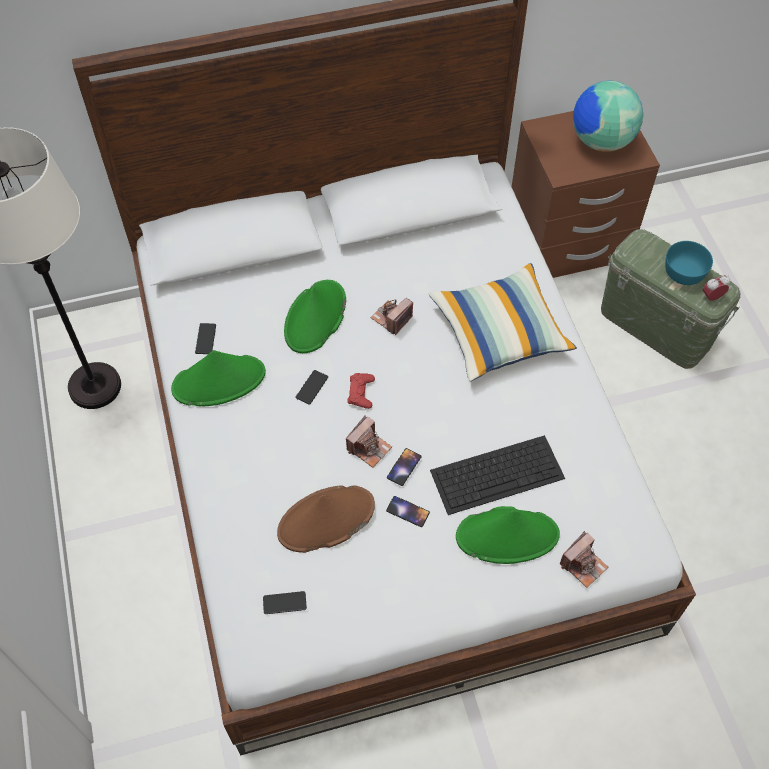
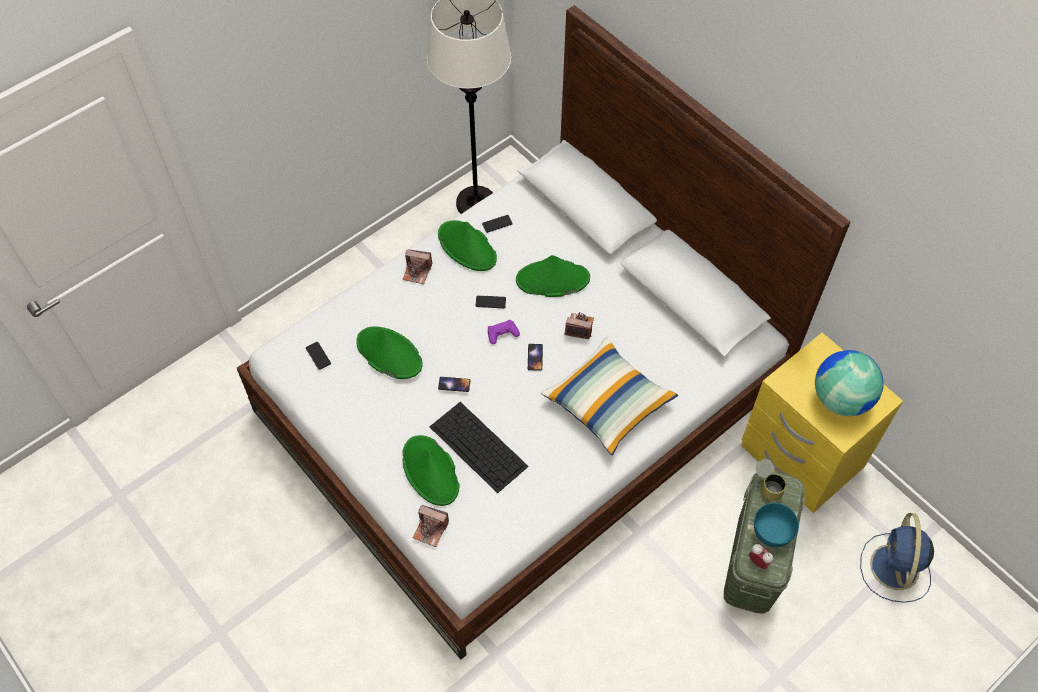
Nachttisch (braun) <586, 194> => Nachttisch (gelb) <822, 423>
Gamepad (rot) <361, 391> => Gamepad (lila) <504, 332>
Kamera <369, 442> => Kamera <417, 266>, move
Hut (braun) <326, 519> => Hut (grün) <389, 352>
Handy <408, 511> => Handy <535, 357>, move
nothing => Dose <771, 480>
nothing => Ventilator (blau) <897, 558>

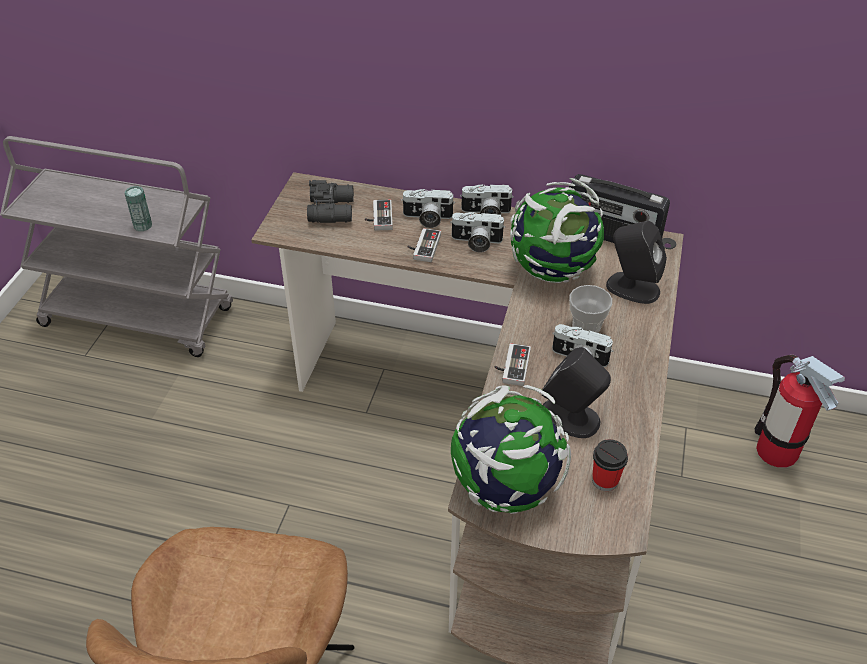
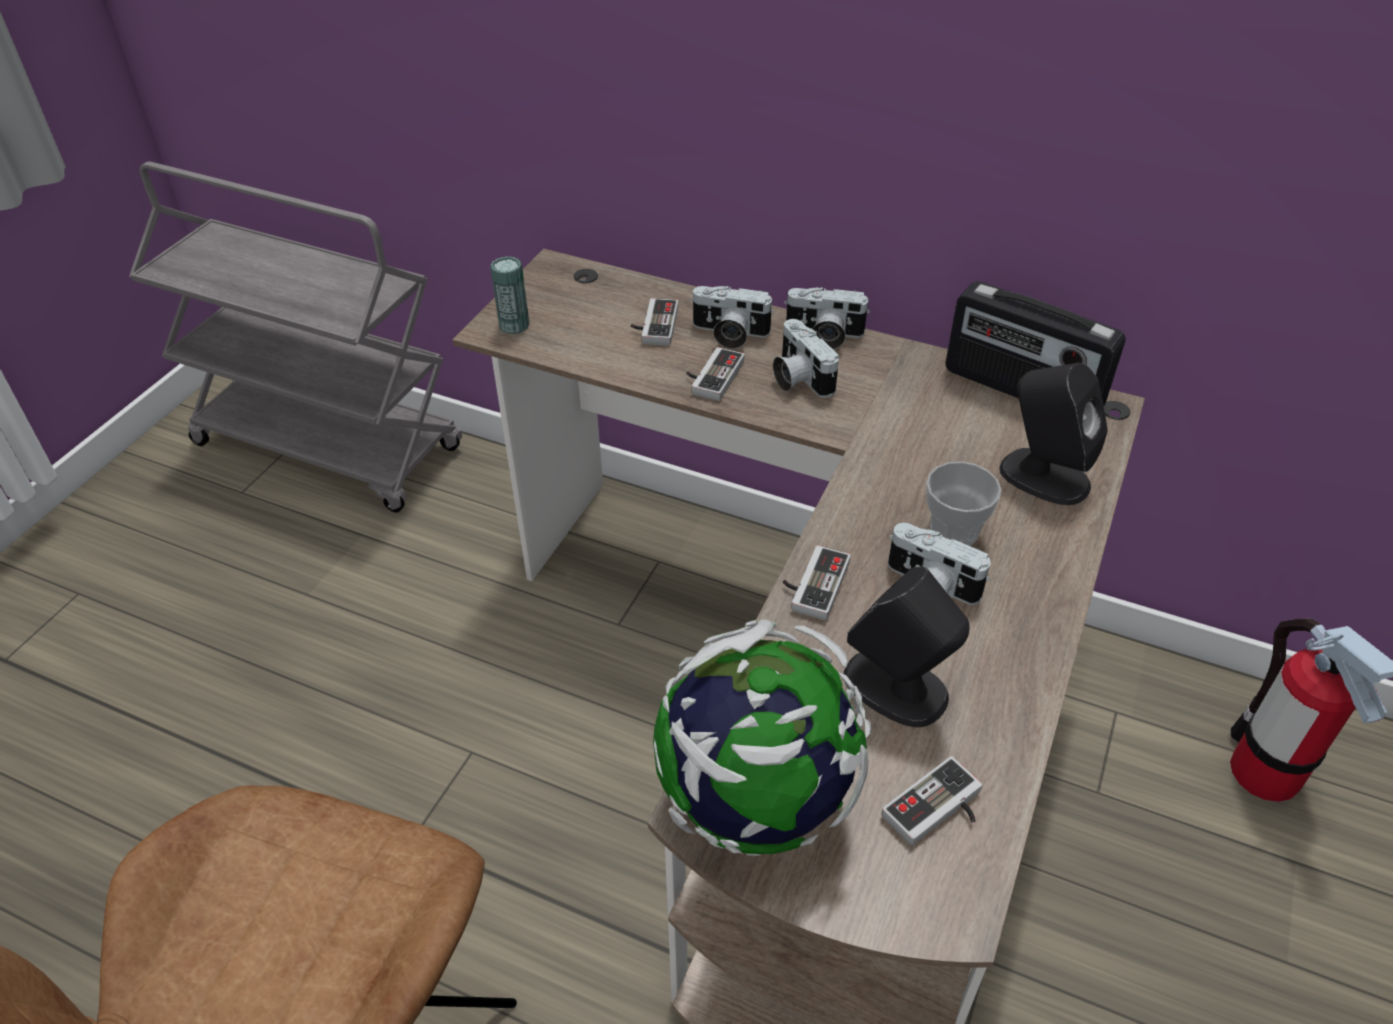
Globus <557, 230> => nothing
Fernglas (schwarz) <330, 201> => nothing
Dose <138, 208> => Dose <509, 295>, move
Kamera <477, 232> => Kamera <806, 358>, 45 degrees clockwise
Tasse <610, 465> => Gamepad <931, 801>

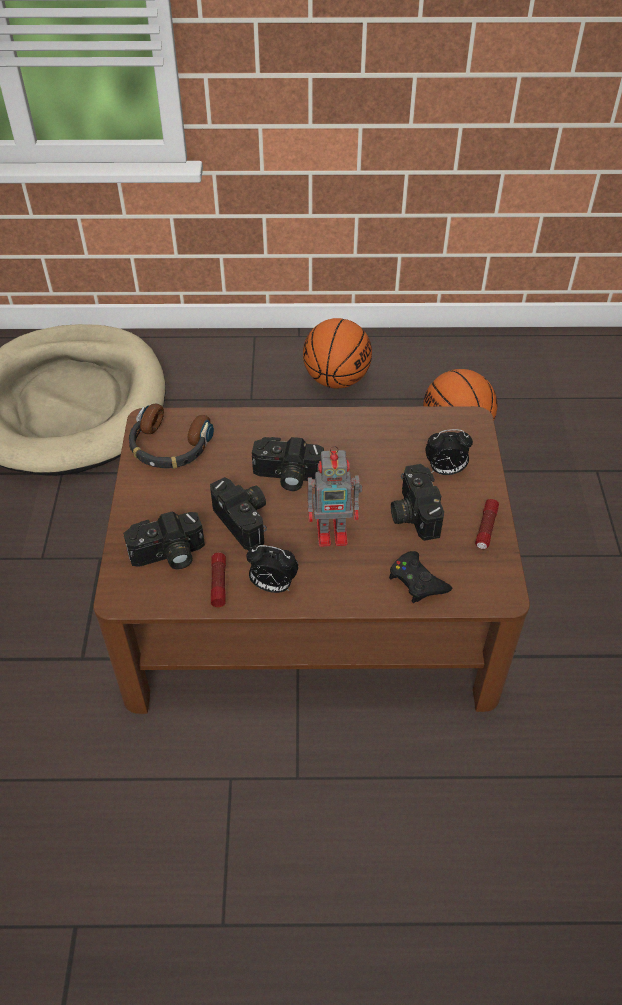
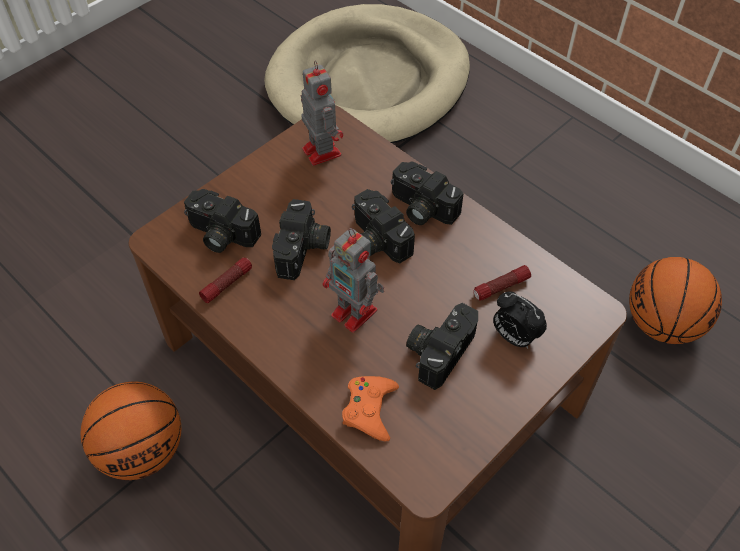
Basketball <337, 353> => Basketball <130, 430>, move
Kopfhörer <171, 436> => Spielzeugroboter <322, 113>
Taschenlampe <487, 524> => Taschenlampe <502, 283>, move
Wecker <272, 569> => nothing
Gamepad (schwarz) <420, 577> => Gamepad (orange) <370, 408>
nothing => Kamera <427, 193>

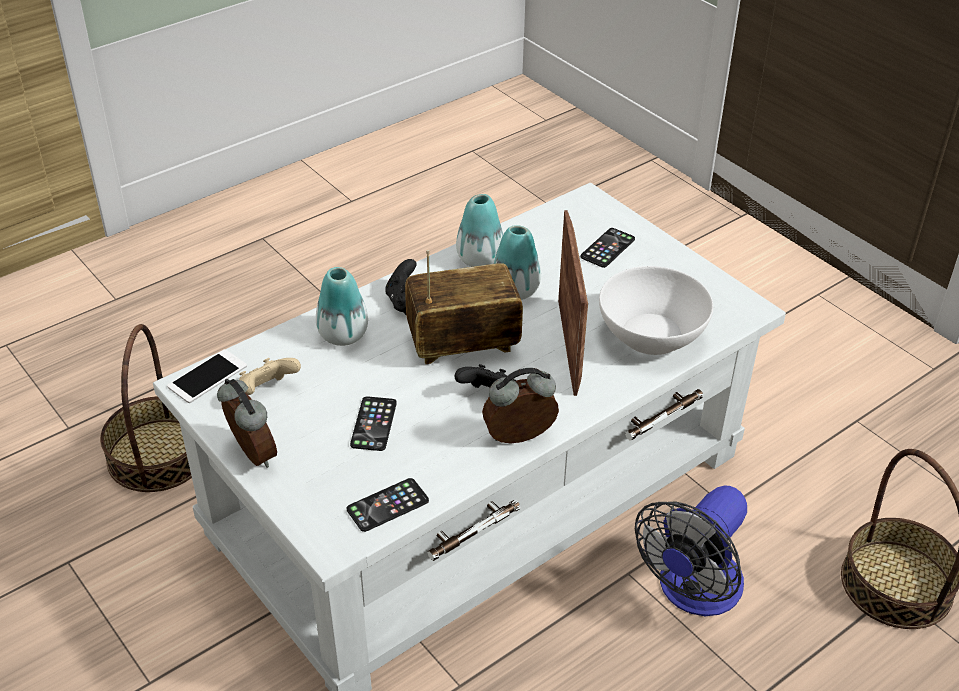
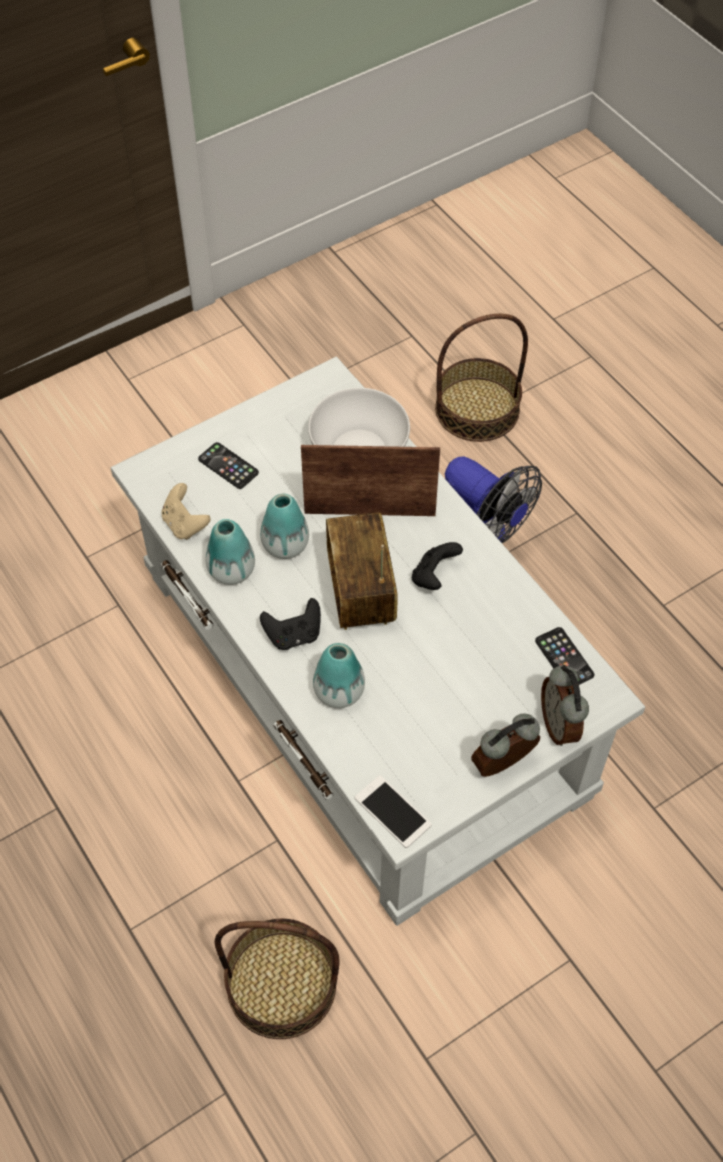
Gamepad (beige) <270, 376> => Gamepad (beige) <186, 511>, move
Wecker <520, 405> => Wecker <565, 705>, move
Handy <373, 423> => nothing

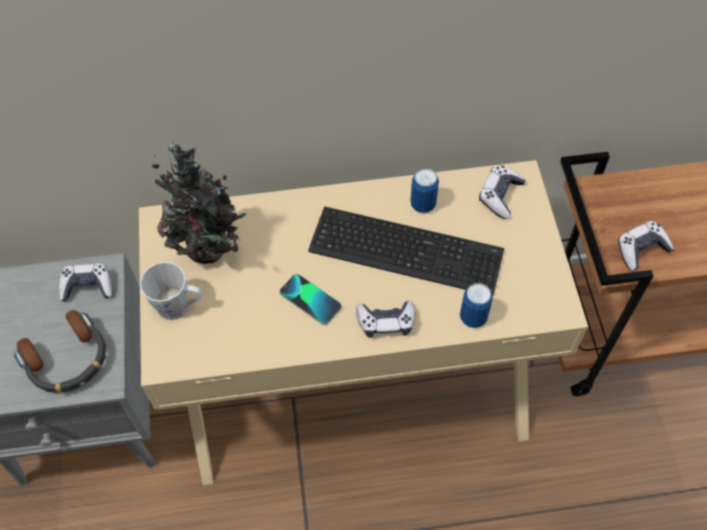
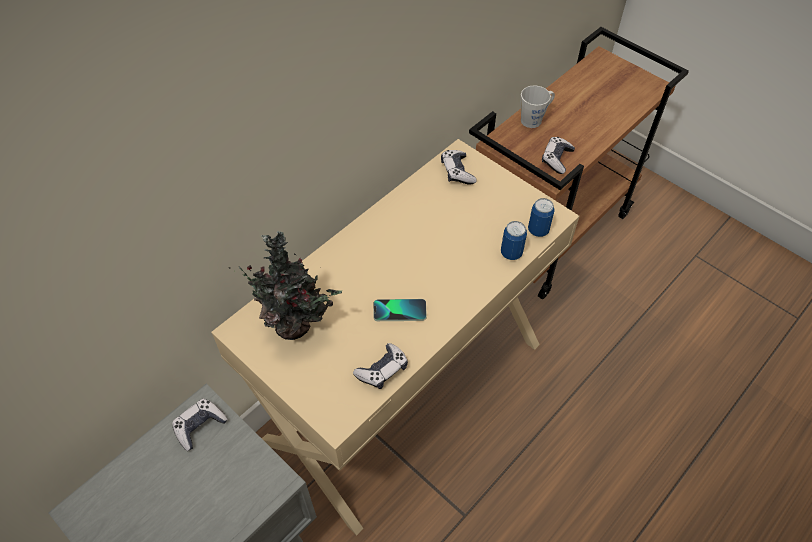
Dose <424, 190> => Dose <541, 217>, move
Tastatur <406, 251> => nothing
Henkelbecher (grau) <171, 291> => Henkelbecher (grau) <537, 106>, move
Gamepad <385, 319> => Gamepad <380, 366>, move
Kopfhörer <60, 352> => nothing

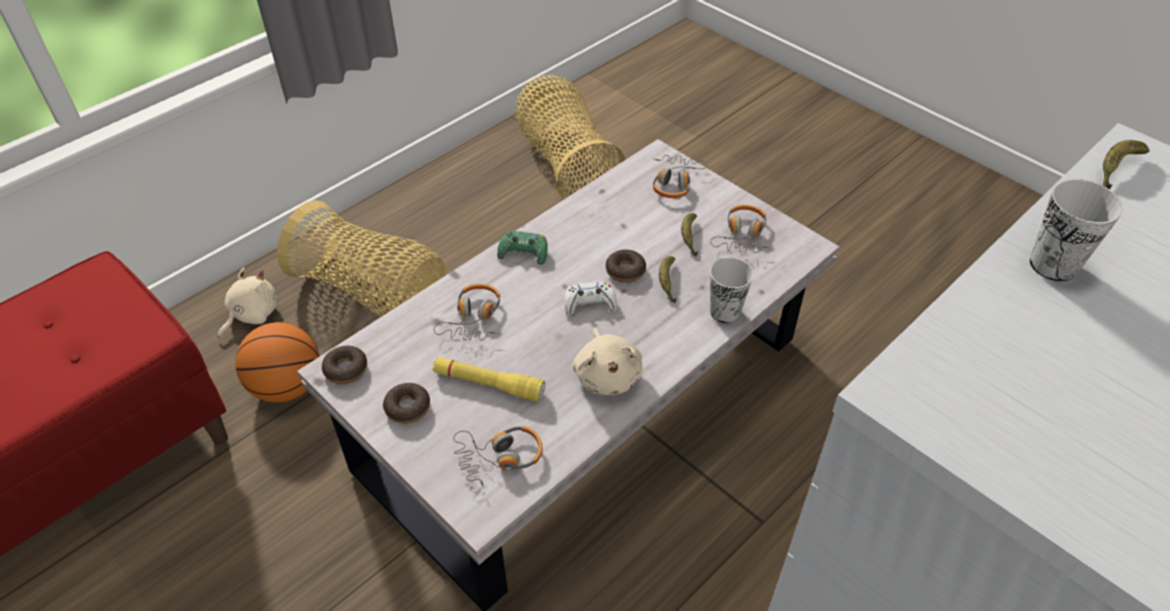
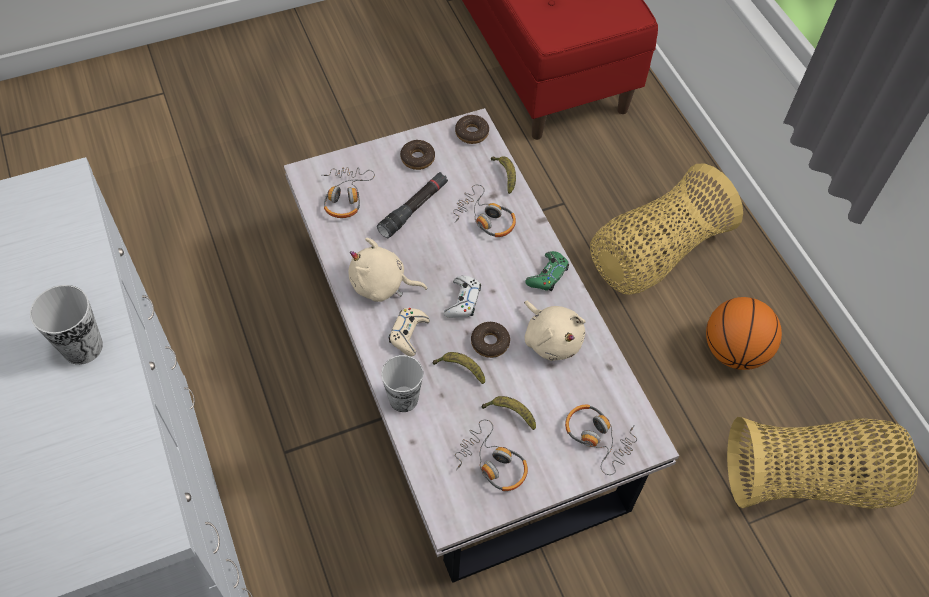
Banane <1126, 164> => Banane <503, 175>, move
Plüschtier (beige) <247, 302> => Plüschtier (beige) <555, 331>, move
Basketball <277, 362> => Basketball <744, 333>, move
Taschenlampe (gelb) <489, 378> => Taschenlampe (schwarz) <412, 205>
nothing => Gamepad (beige) <409, 332>

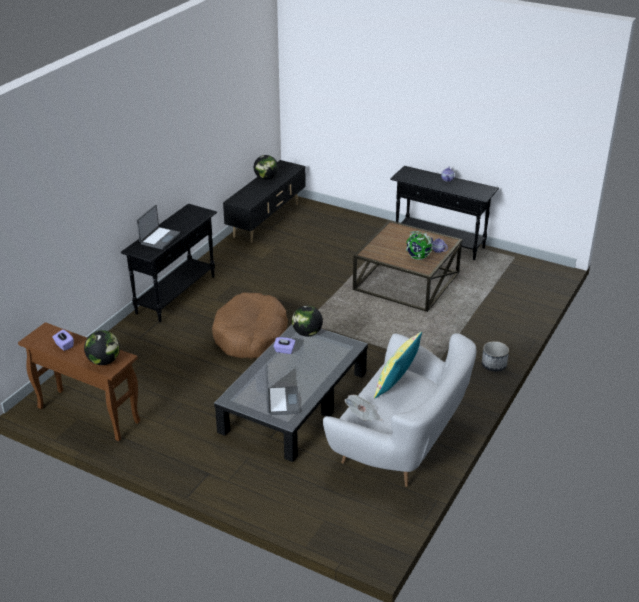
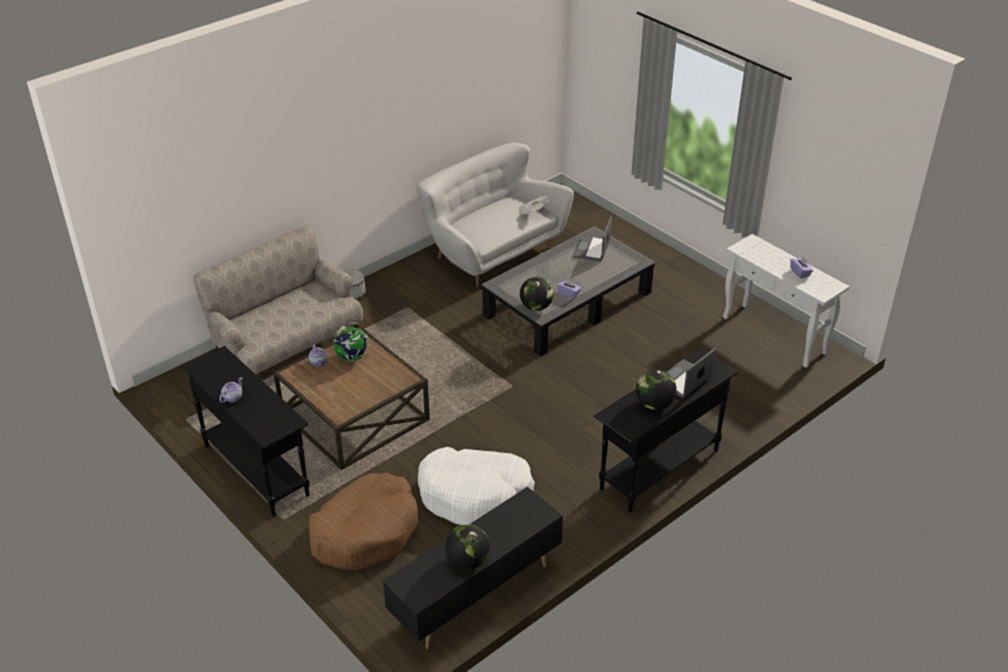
Hundebett (braun) <250, 325> => Hundebett (braun) <363, 521>, move
Konsolentisch (braun) <79, 381> => Konsolentisch (weiß) <786, 301>
Globus <102, 347> => Globus <656, 390>, move
Kissen (gelb) <398, 364> => nothing
nothing => Sofa (beige) <278, 300>
nothing => Hundebett (weiß) <476, 486>

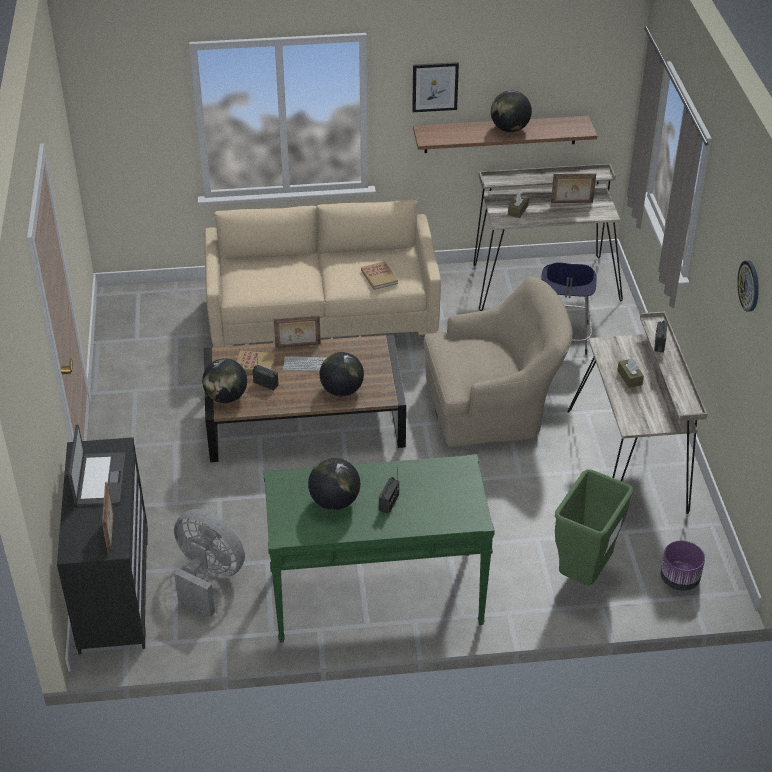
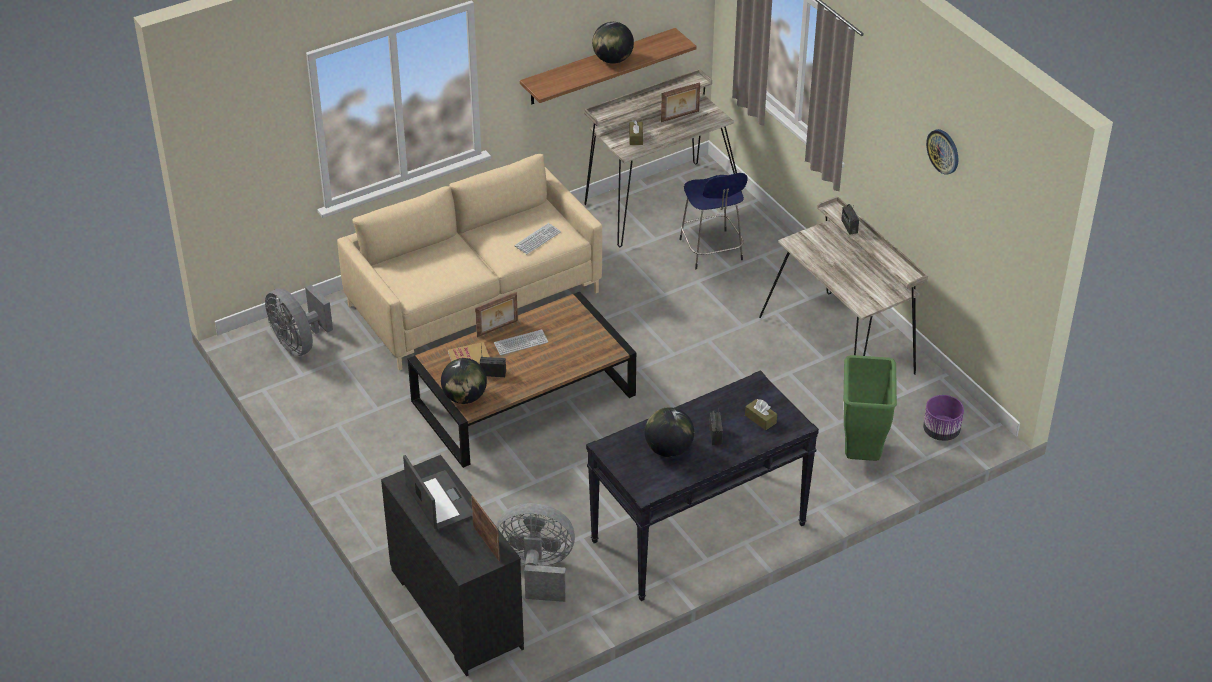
Bild <435, 87> => nothing
Buch <379, 275> => Tastatur <537, 238>
Sessel (beige) <497, 362> => nothing
Globus <341, 374> => nothing
Taschentuchbox (braun) <630, 373> => Taschentuchbox (braun) <761, 414>, move
Konsolentisch (grün) <379, 548> => Konsolentisch (schwarz) <702, 485>
nothing => Ventilator (grau) <299, 320>

